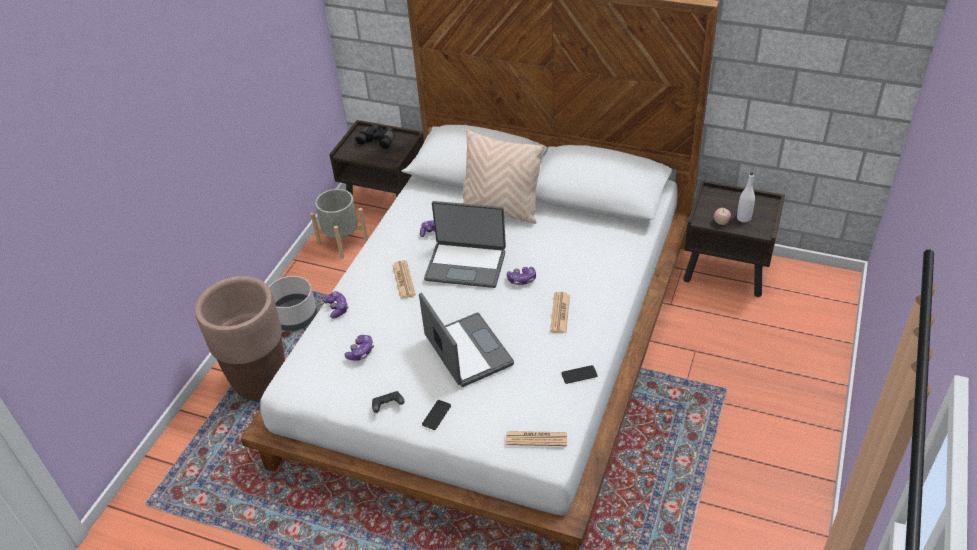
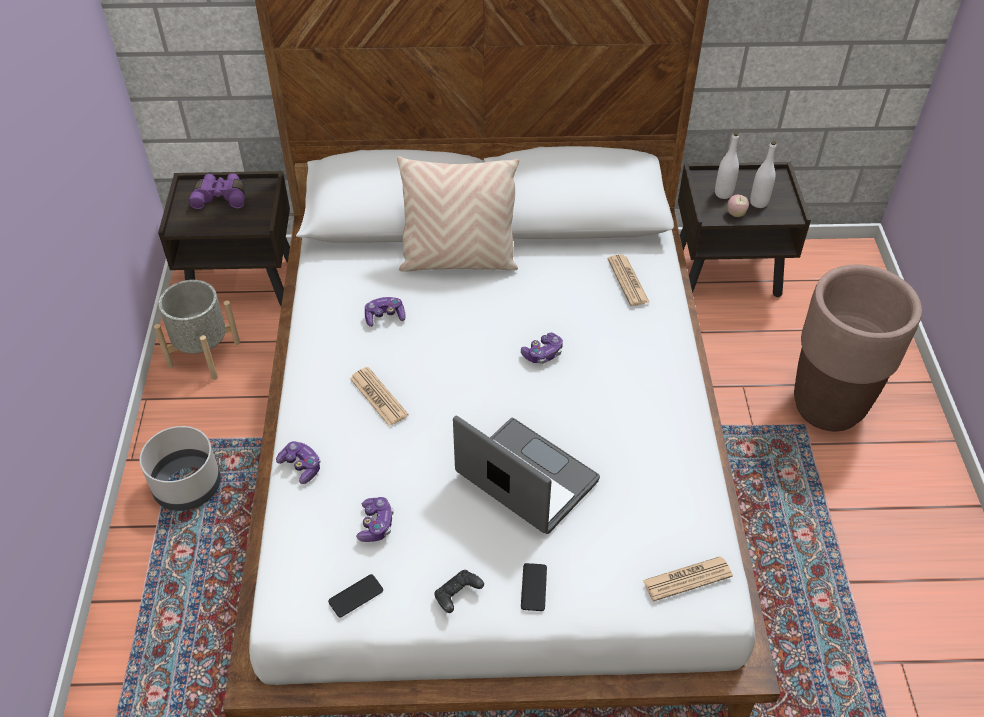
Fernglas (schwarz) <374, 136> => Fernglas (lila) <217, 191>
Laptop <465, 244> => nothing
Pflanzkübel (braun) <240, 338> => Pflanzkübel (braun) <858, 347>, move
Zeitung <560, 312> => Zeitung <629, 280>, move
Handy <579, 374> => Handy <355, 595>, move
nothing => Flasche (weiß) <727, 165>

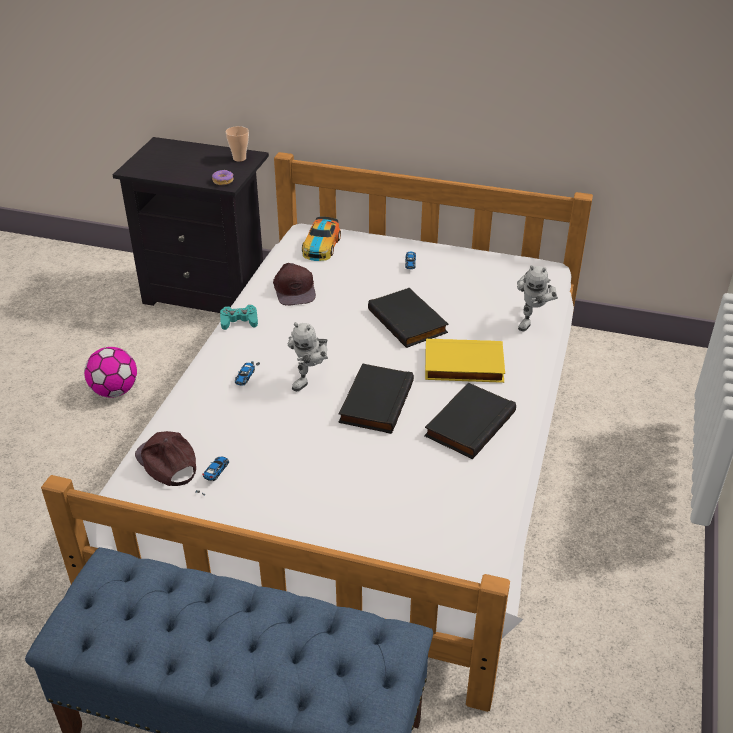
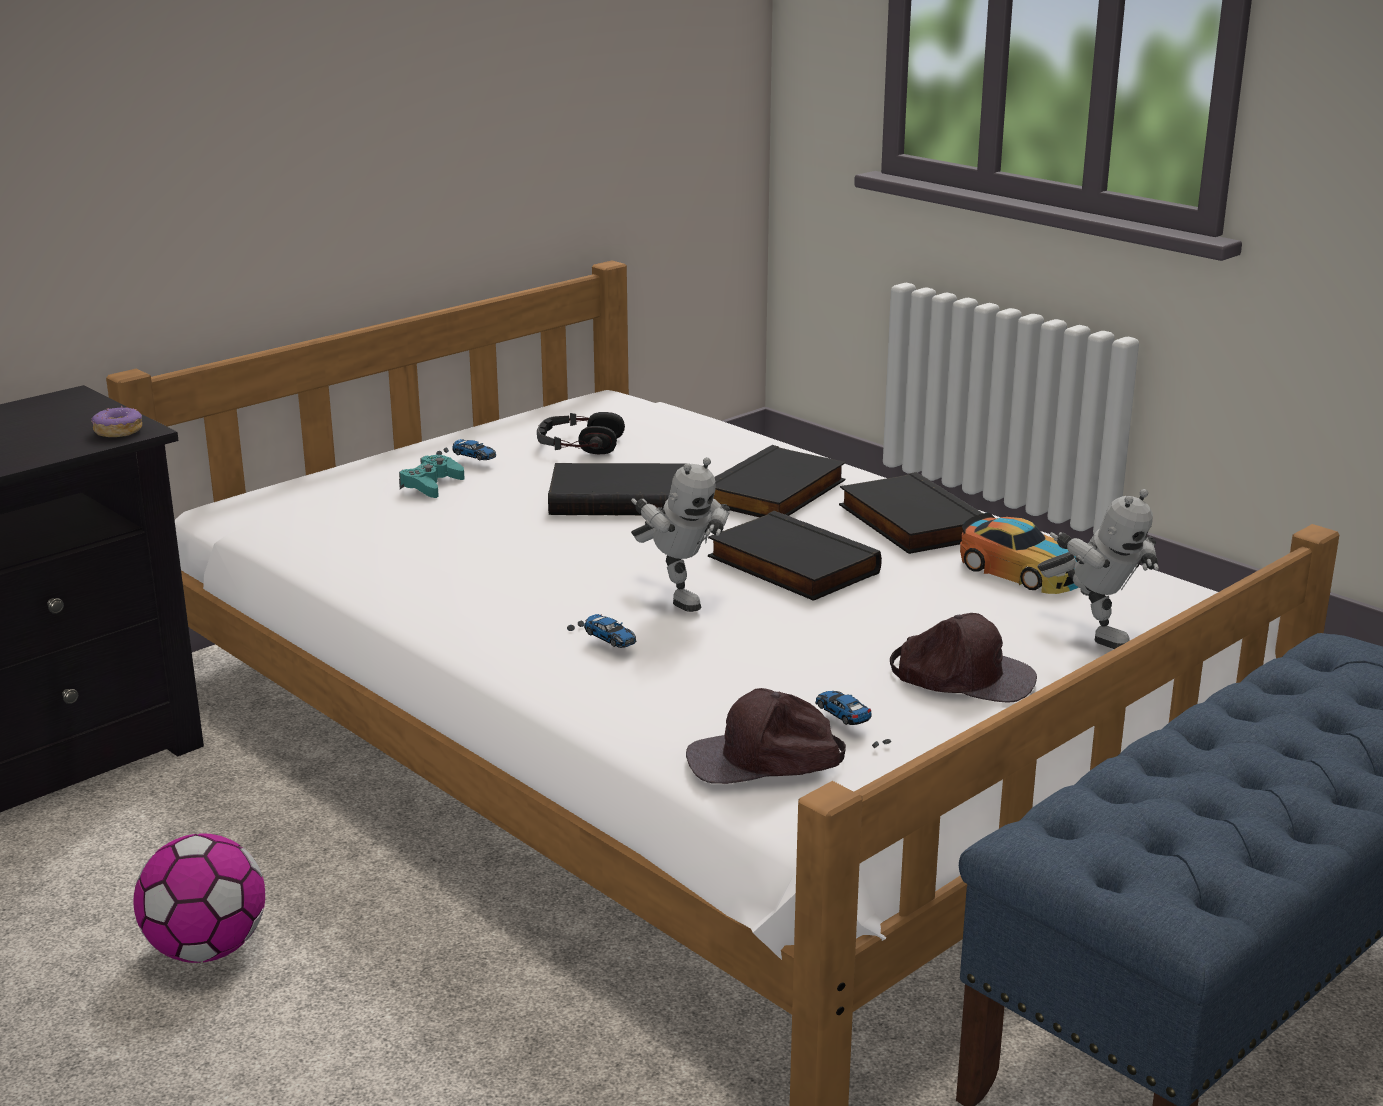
Tasse <237, 144> => nothing
Spielzeugauto <321, 239> => Spielzeugauto <1019, 553>, move
Kappe (braun) <294, 284> => Kappe (braun) <963, 657>, move
Spielzeugroboter <537, 298> => Spielzeugroboter <1098, 569>, move
Gamepad (türkis) <239, 317> => Gamepad (türkis) <432, 476>, move
Buch (gelb) <465, 361> => Buch (schwarz) <780, 481>
nothing => Kopfhörer <581, 433>

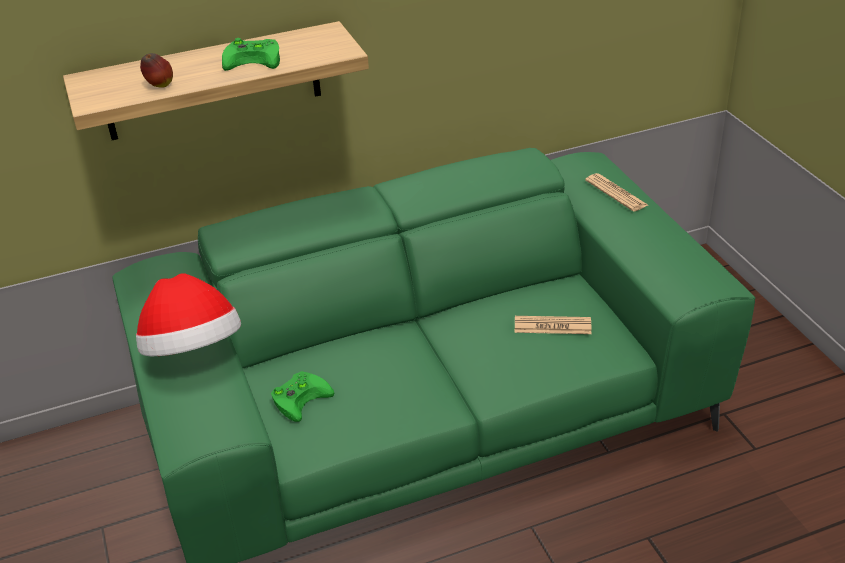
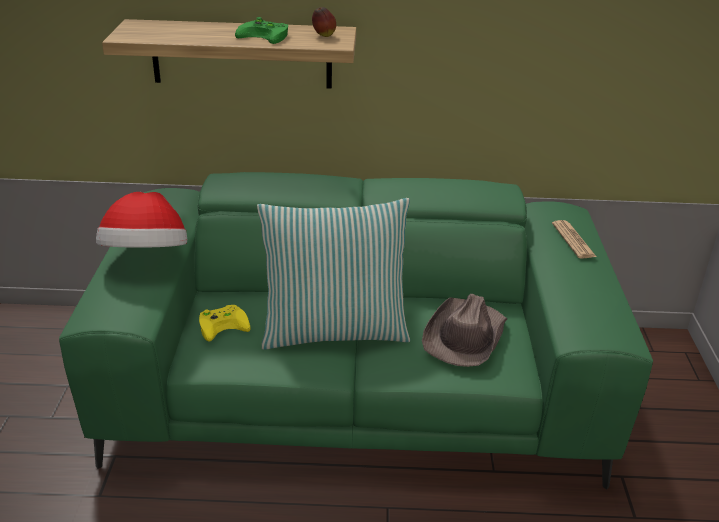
Apfel <156, 70> => Apfel <324, 22>, move
Zeitung <553, 325> => Hut (braun) <464, 330>
Gamepad (grün) <302, 396> => Gamepad (gelb) <225, 323>
nothing => Kissen <333, 274>

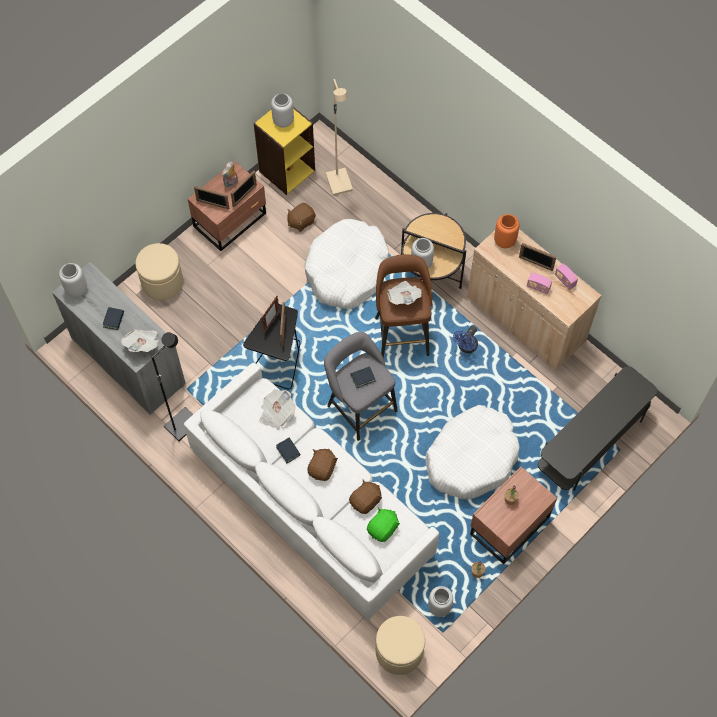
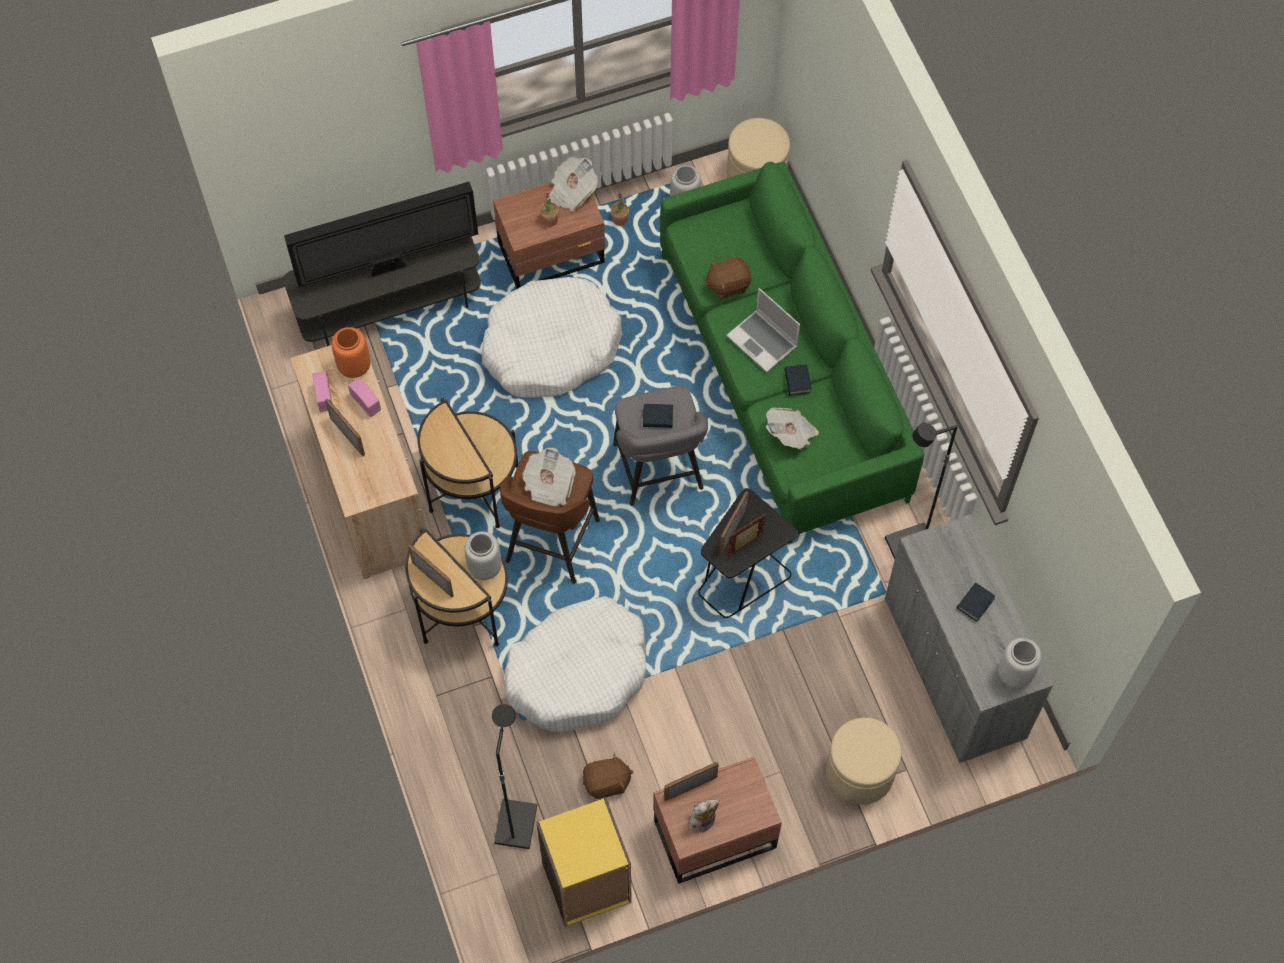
Stehlampe (beige) <339, 137> => Stehlampe (schwarz) <514, 776>
Vase (grau) <282, 110> => nothing
Bilderrahmen <211, 197> => Bilderrahmen <430, 571>, move
Vase (orange) <506, 231> => Vase (orange) <350, 352>, move
Ventilator (blau) <465, 339> => Beistelltisch <468, 463>
Zeitung <140, 340> => Zeitung <573, 184>, move
Sofa (weiß) <311, 492> => Sofa (grün) <792, 353>
Plüschtier (braun) <323, 465> => Laptop <763, 330>
Plüschtier (grün) <383, 524> => nothing
nothing => Fernseher <381, 234>

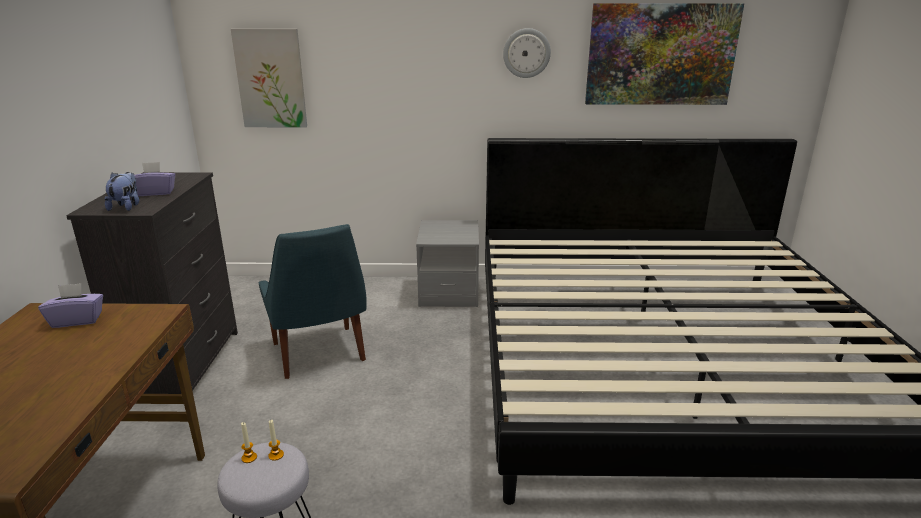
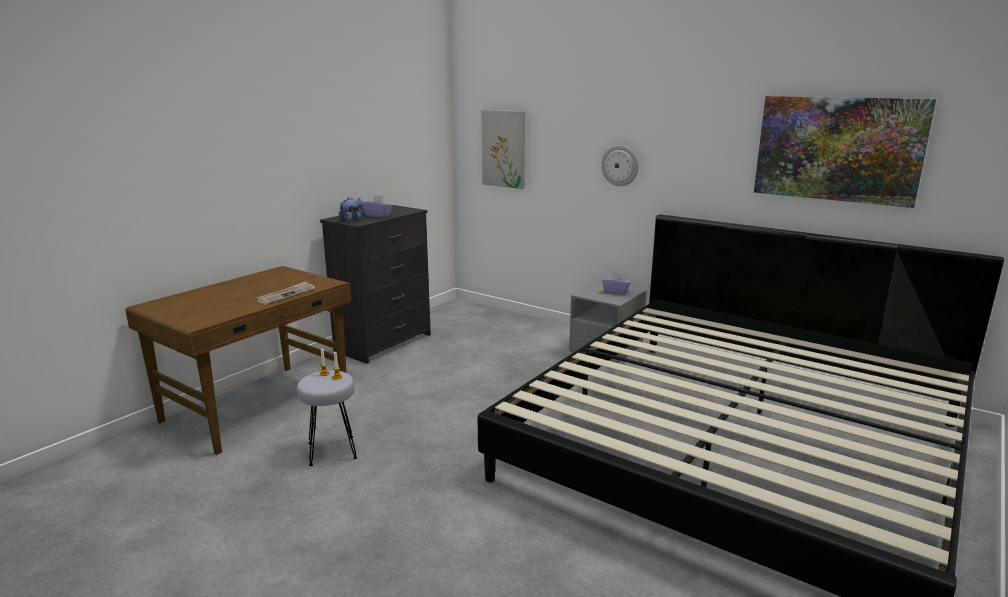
Wanduhr <527, 53> => Wanduhr <620, 165>, move
Stuhl (blau) <313, 301> => nothing
Taschentuchbox (lila) <70, 305> => Taschentuchbox (lila) <616, 283>, move
nothing => Zeitung <286, 293>

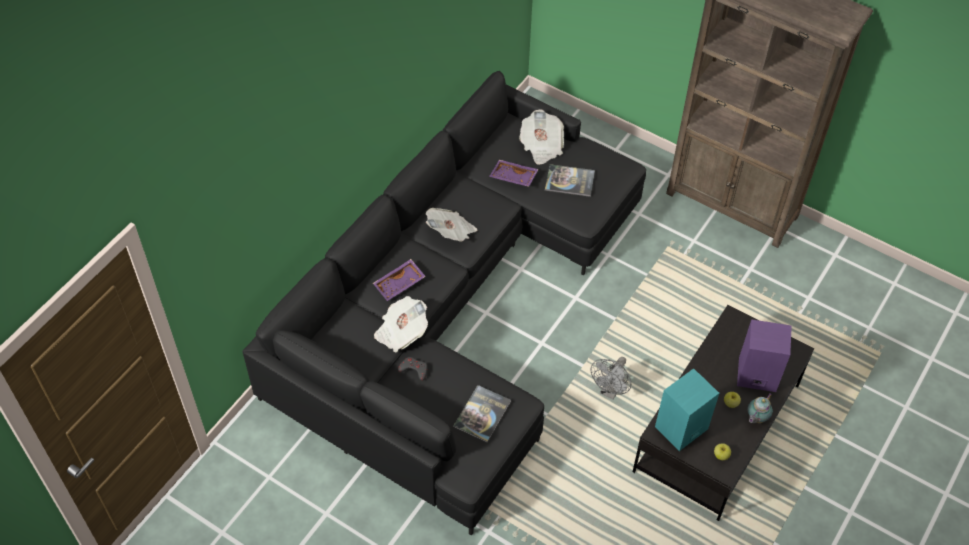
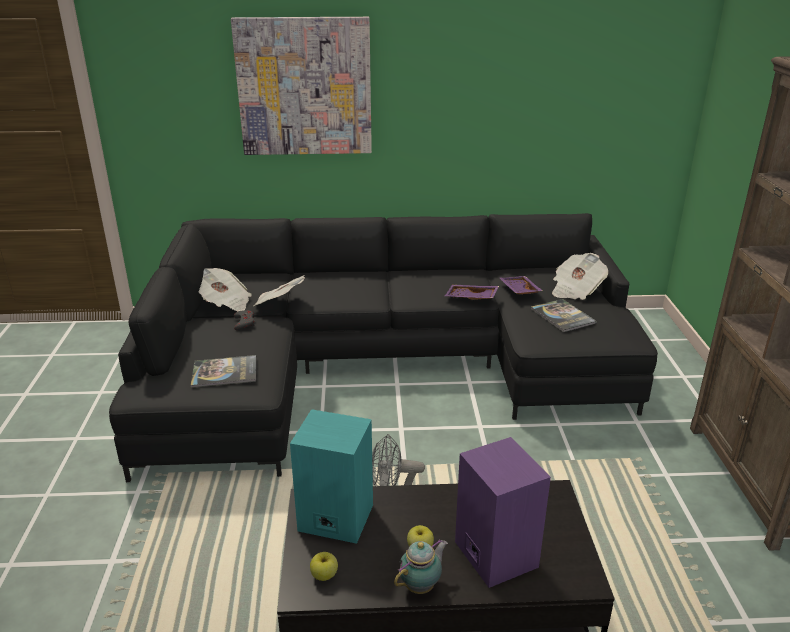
Zeitung <451, 225> => Zeitung <225, 289>, move
Tablett (lila) <399, 280> => Tablett (lila) <472, 292>, move
Teekanne <760, 408> => Teekanne <421, 566>, 135 degrees clockwise
nothing => Bild <301, 86>

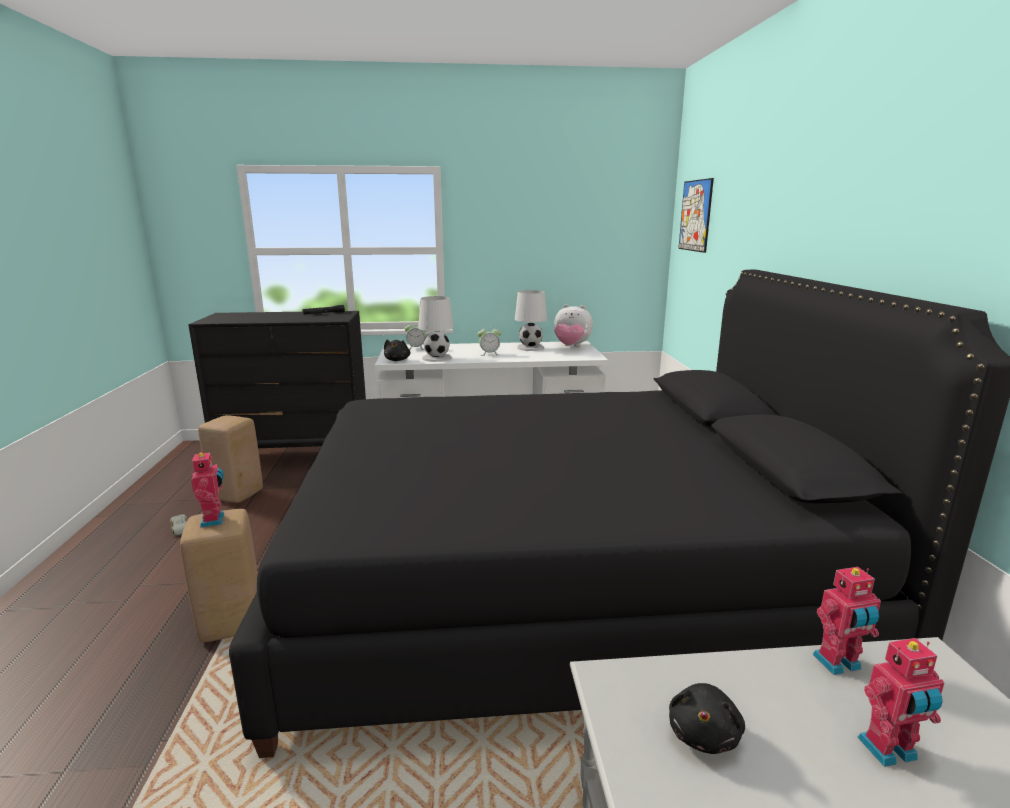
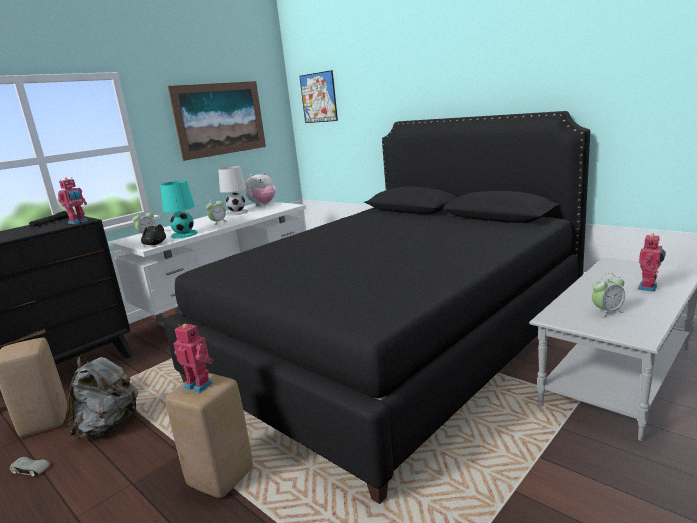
Tischlampe (weiß) <436, 329> => Tischlampe (türkis) <179, 210>
Spielzeugroboter <847, 621> => Spielzeugroboter <72, 200>, move
Plüschtier (schwarz) <707, 718> => Wecker <608, 295>
nothing => Bild <217, 121>
nothing => Rucksack (grau) <102, 397>

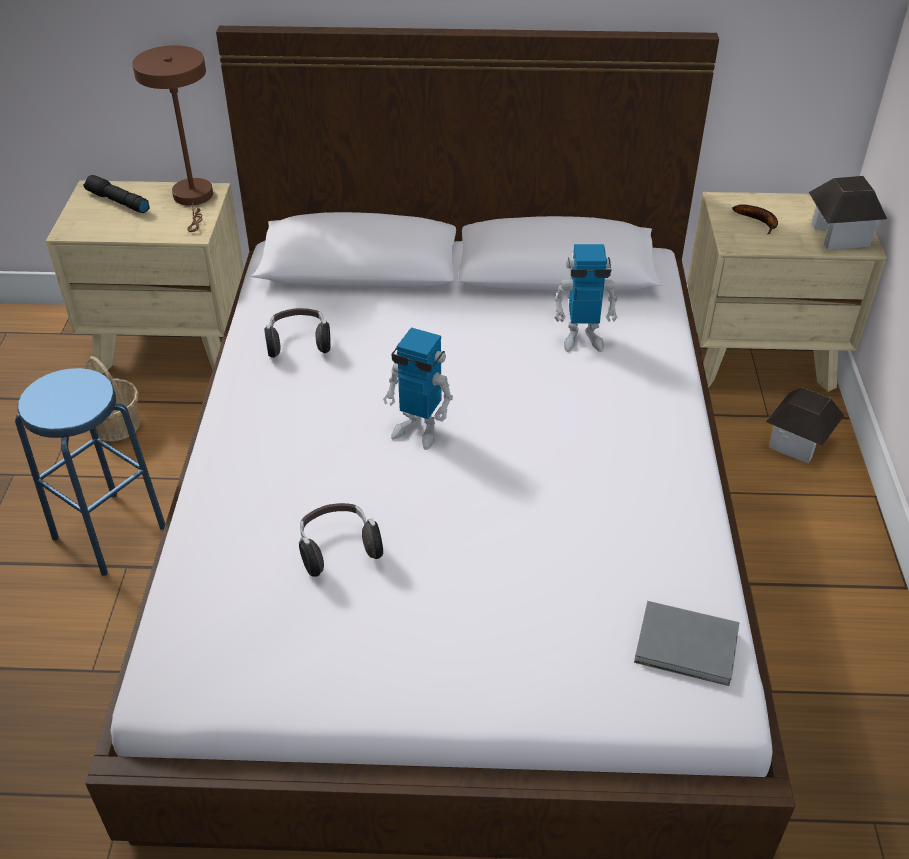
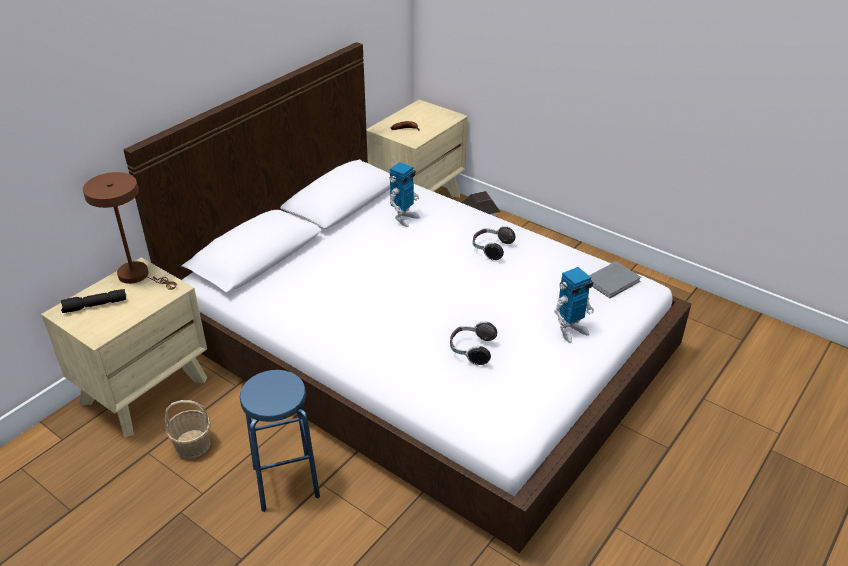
Spielzeughaus <848, 213> => nothing
Kopfhörer <297, 333> => Kopfhörer <494, 243>, move
Spielzeugroboter <418, 389> => Spielzeugroboter <574, 305>, move

